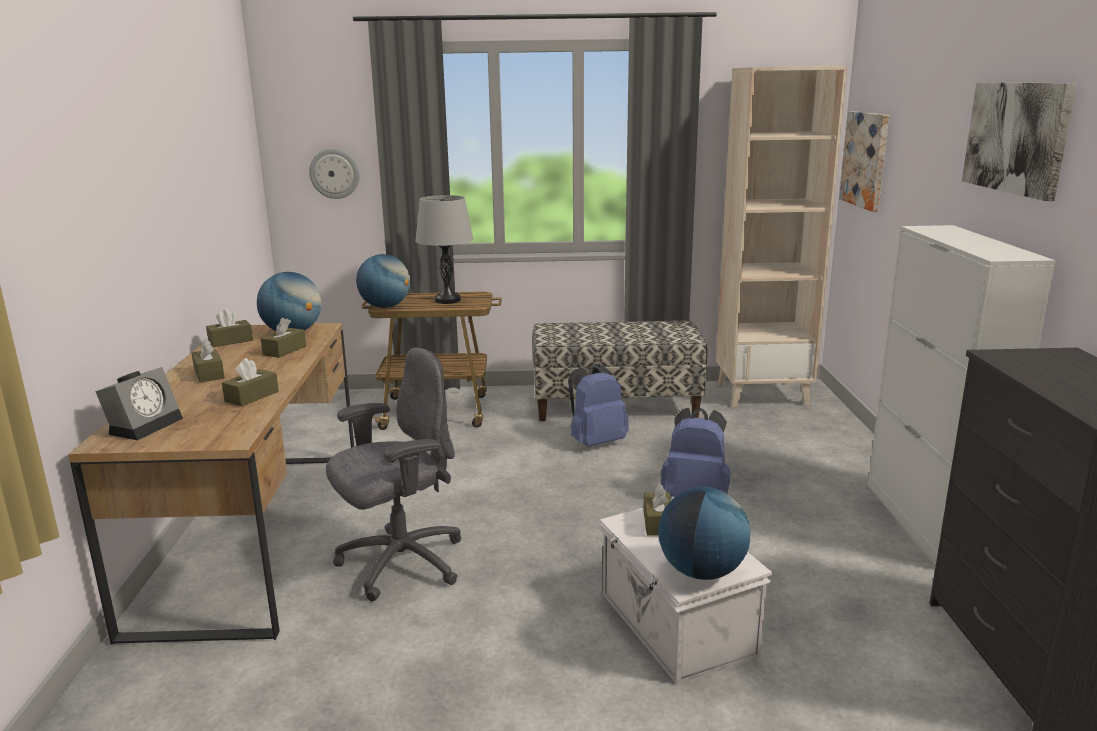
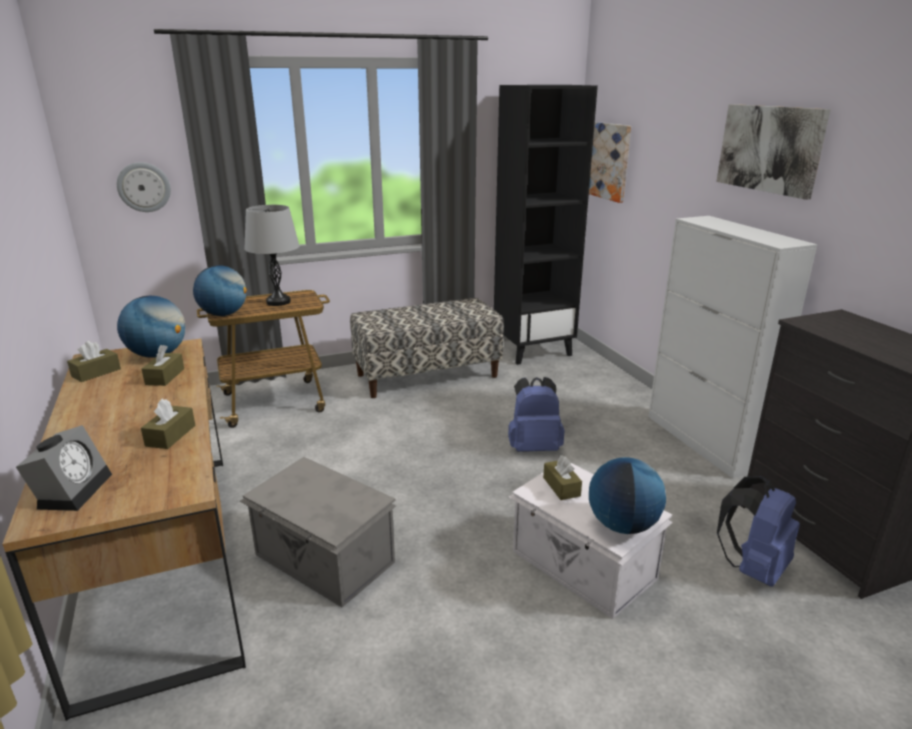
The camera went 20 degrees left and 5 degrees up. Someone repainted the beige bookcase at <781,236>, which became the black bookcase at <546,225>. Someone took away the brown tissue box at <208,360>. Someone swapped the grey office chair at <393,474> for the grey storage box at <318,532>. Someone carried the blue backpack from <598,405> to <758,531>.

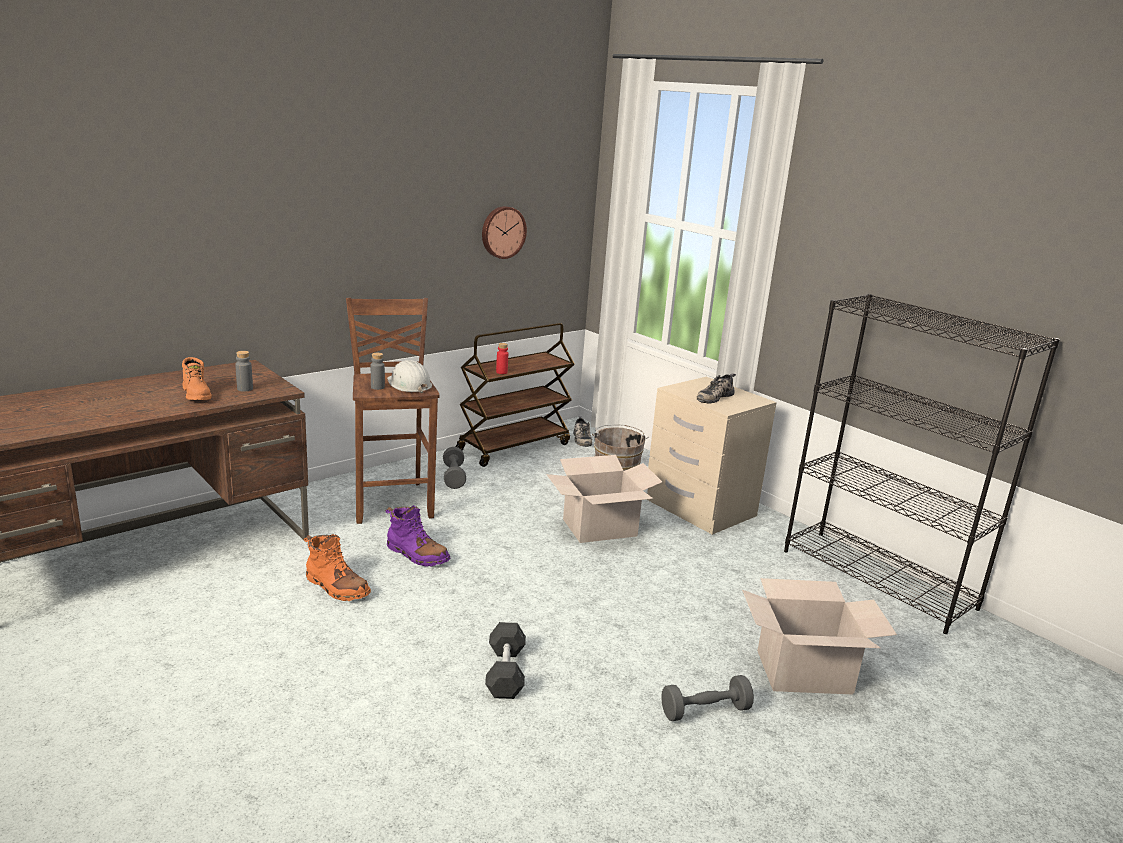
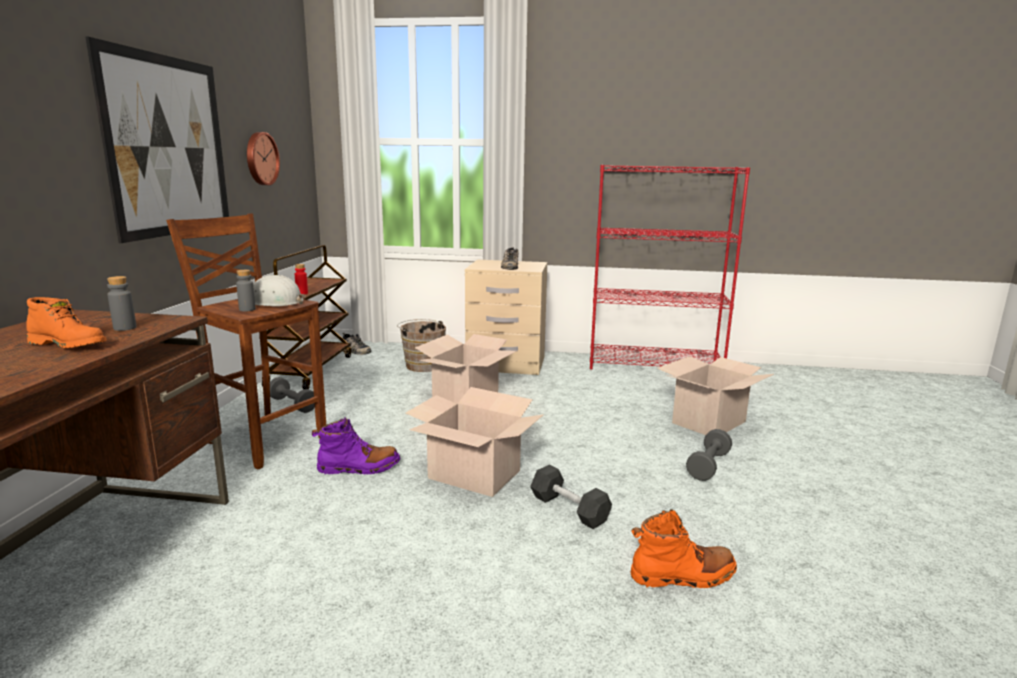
The camera went 40 degrees left and 5 degrees down. Someone repainted the black bookcase at <922,464>, which became the red bookcase at <670,267>. Someone carried the orange boot from <337,567> to <684,548>. Someone put up the picture at <157,140>. Someone put down the cardboard box at <475,442>.

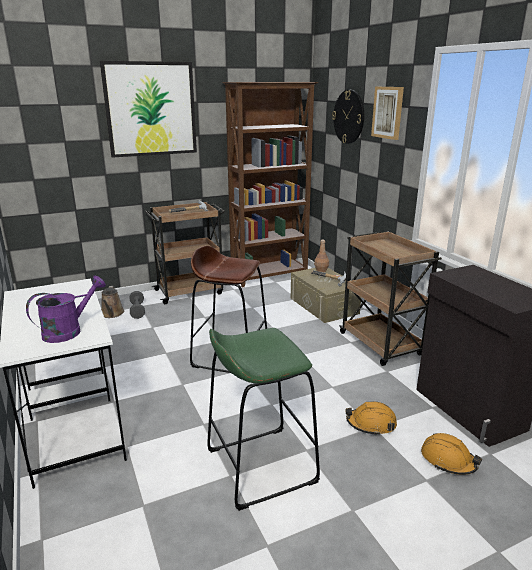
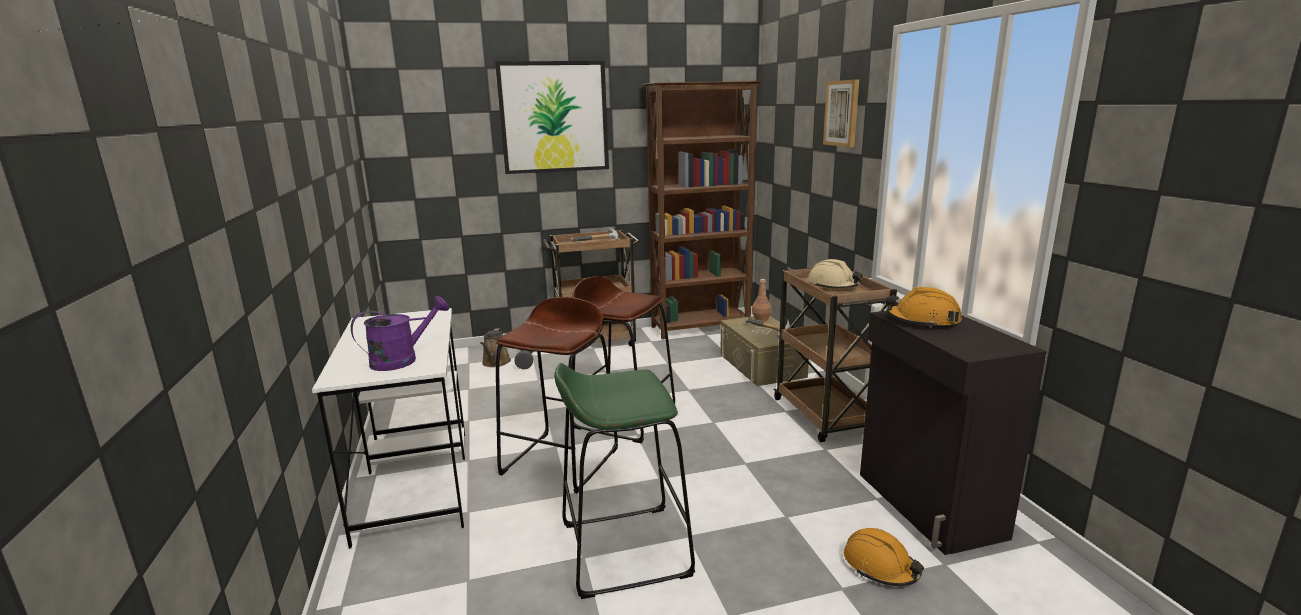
The camera went 10 degrees right and 5 degrees down. Someone took away the wall clock at <348,117>. Someone carried the orange hard hat from <371,418> to <923,307>. Someone put down the beige hard hat at <835,273>. Someone put down the brown stool at <557,395>.

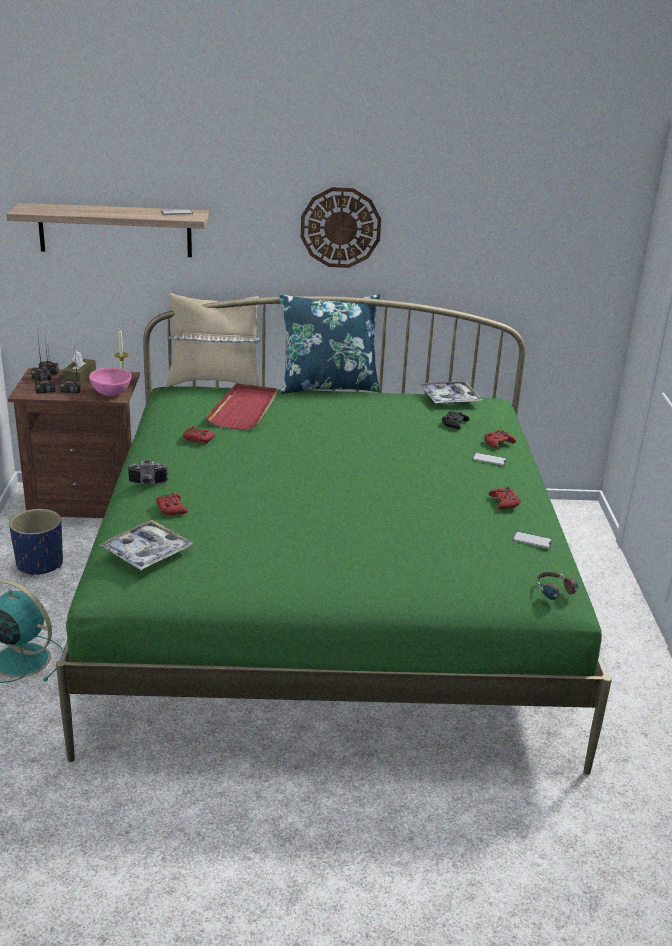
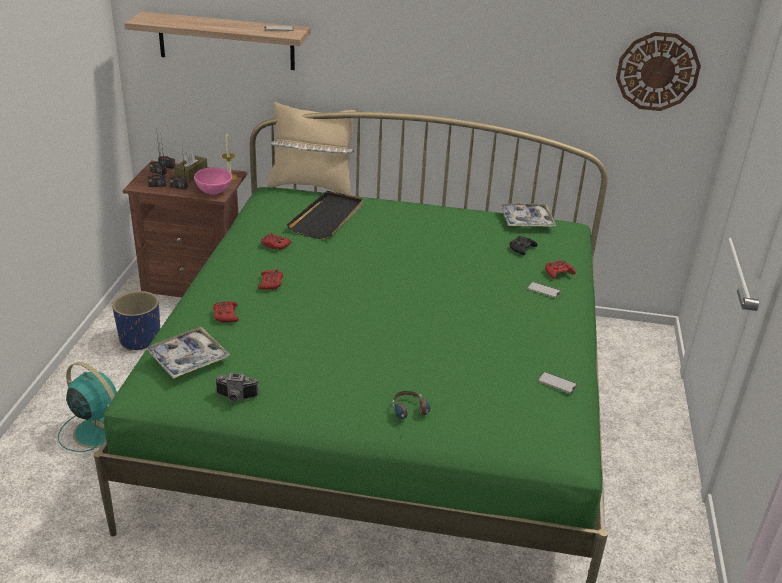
The camera went 10 degrees right and 5 degrees up. Someone carried the wall clock from <341,227> to <658,71>. Someone took away the blue pillow at <330,344>. Someone repainted the red tray at <241,406>, which became the black tray at <325,215>. Someone carried the photo camera from <148,473> to <237,387>. Someone carried the red game controller from <505,497> to <270,279>. Someone carried the headphones from <557,588> to <411,409>.

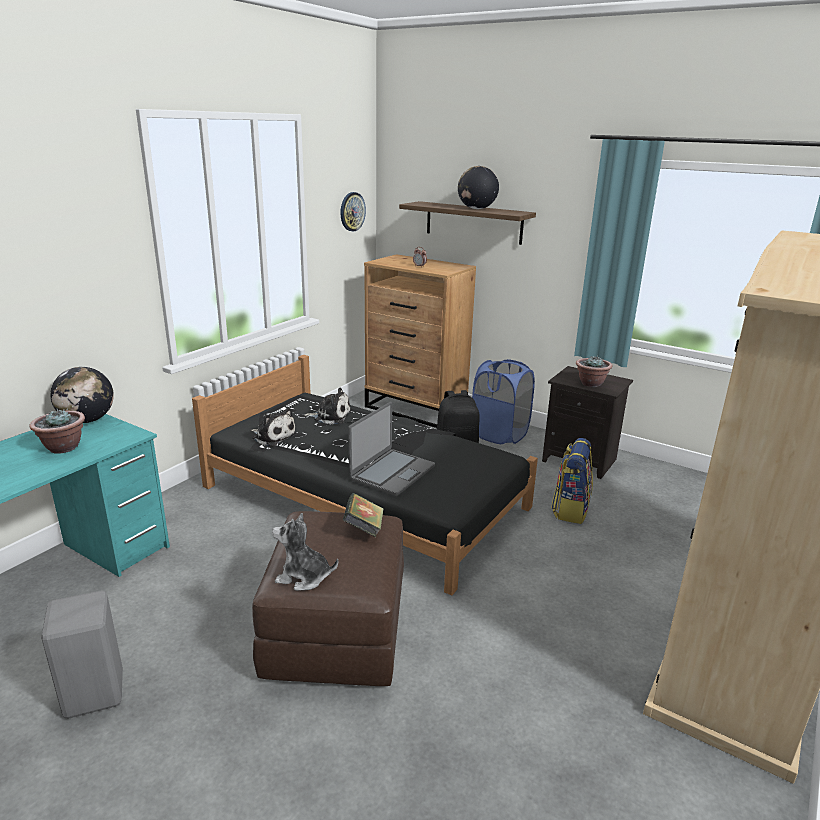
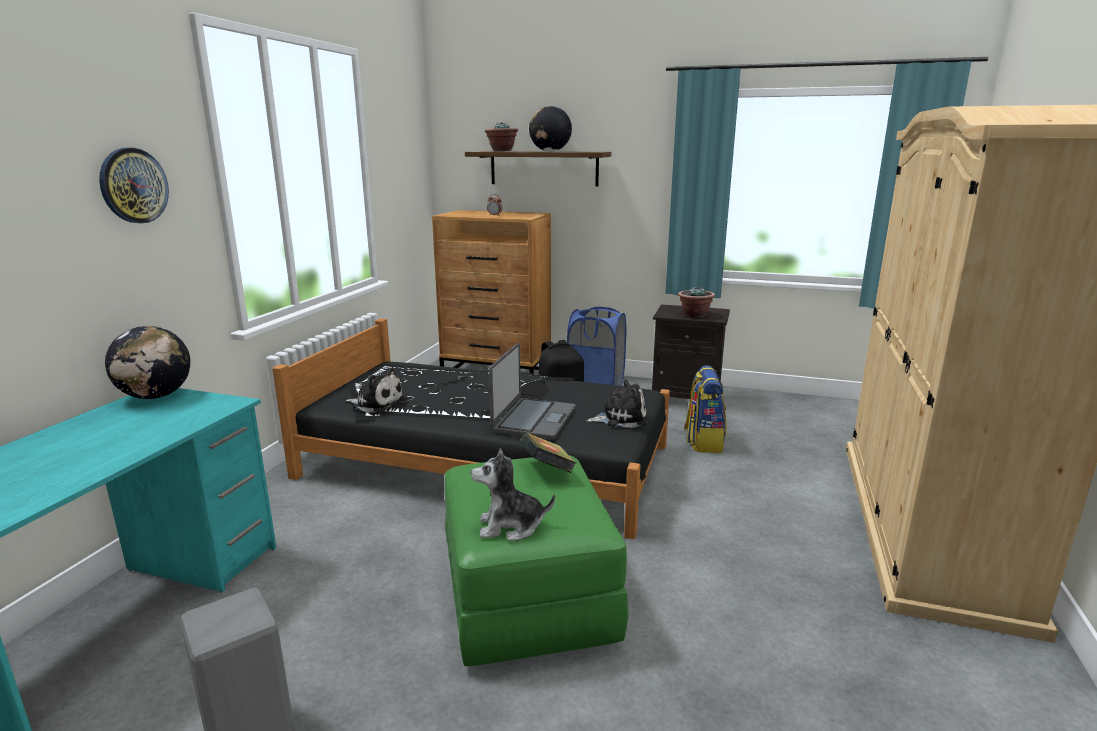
The camera went 15 degrees left and 5 degrees down. Someone carried the wall clock from <353,212> to <134,185>. Someone carried the plush toy from <327,406> to <616,403>. Someone carried the potted plant from <57,431> to <501,136>. Someone repainted the brown ottoman at <328,598>, which became the green ottoman at <536,560>.

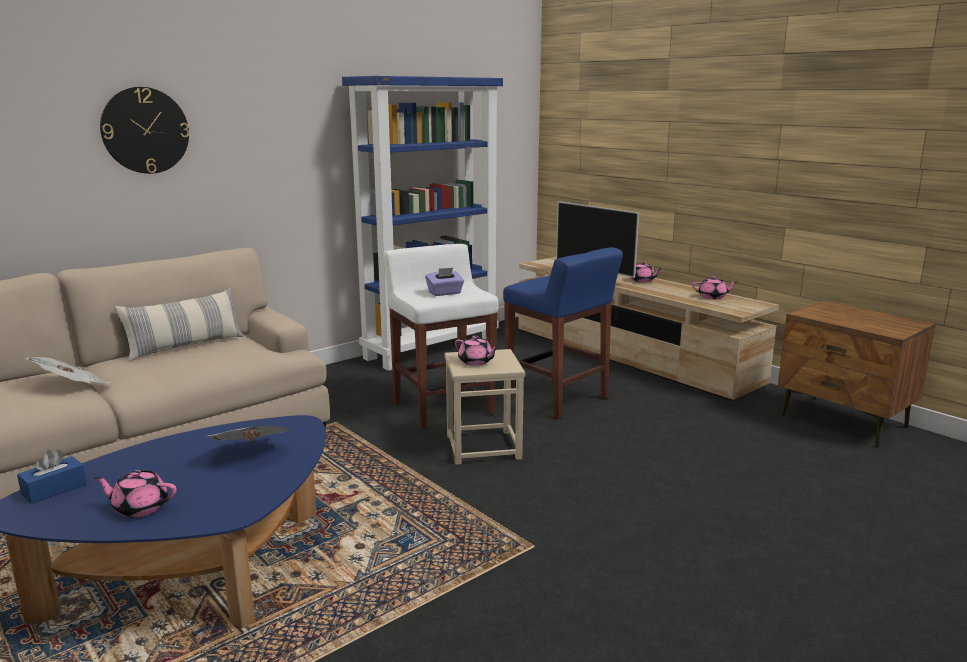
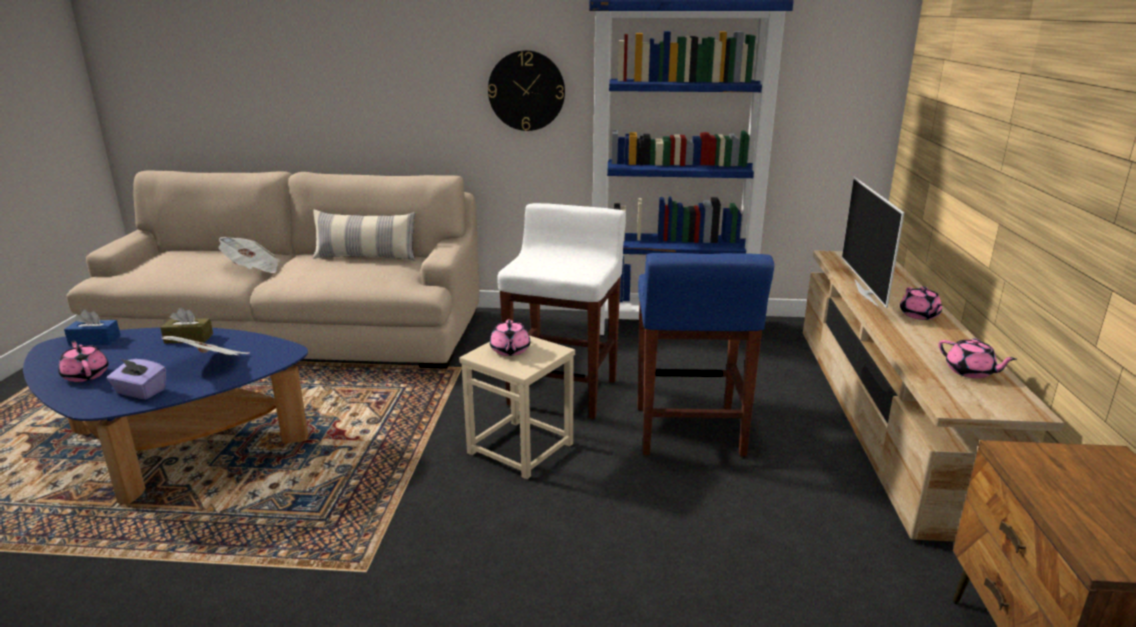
The camera went 45 degrees right and 5 degrees up. Someone carried the wall clock from <144,130> to <526,90>. Someone carried the purple tissue box from <444,282> to <136,379>. Someone put down the brown tissue box at <186,325>.

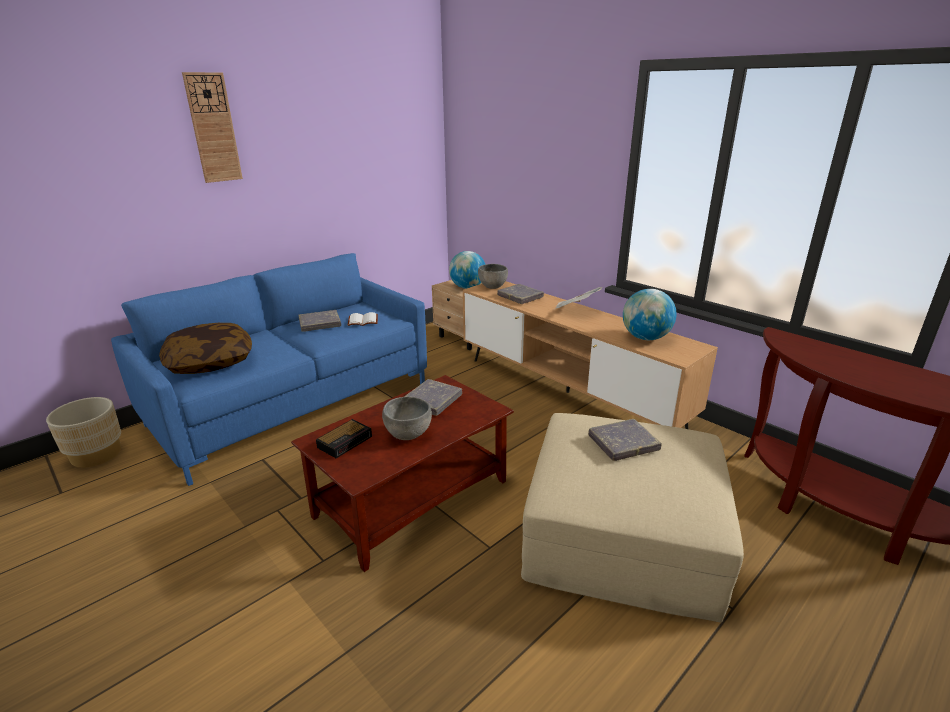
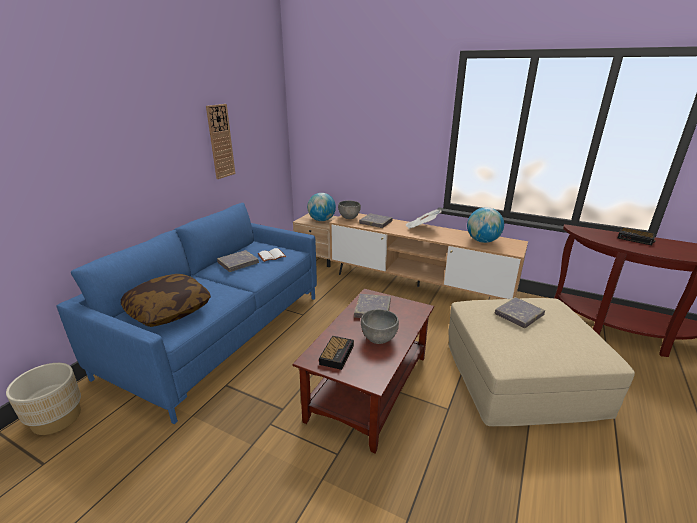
The camera went 20 degrees left and 0 degrees up. Someone carried the wall clock from <212,127> to <220,141>. Someone put down the alarm clock at <637,236>.

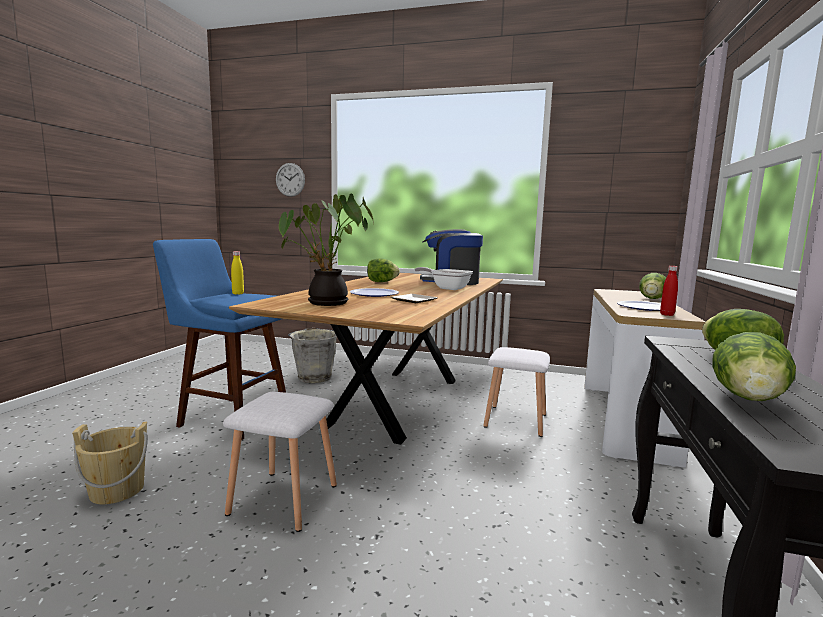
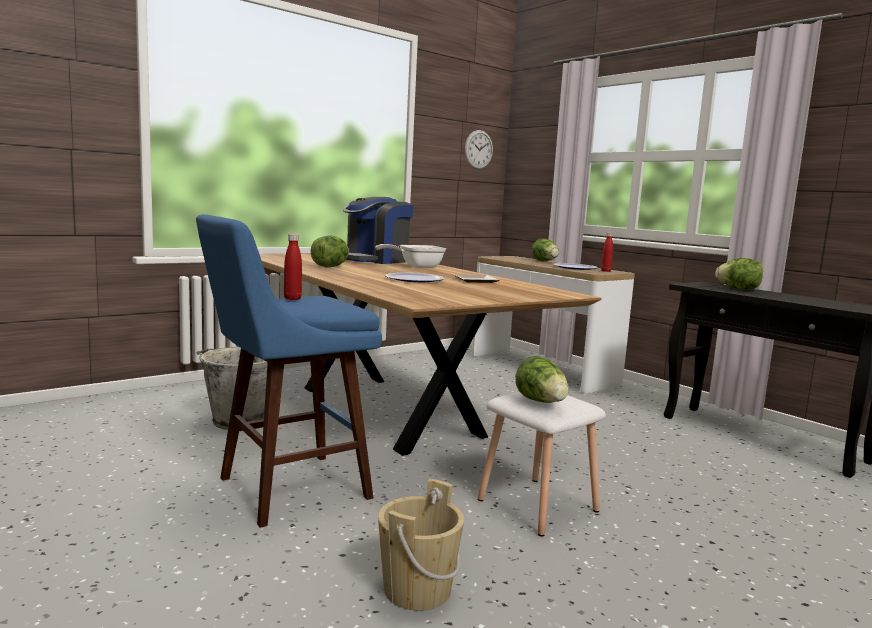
The camera went 55 degrees left and 0 degrees up. Someone carried the wall clock from <290,180> to <479,149>. Someone took away the potted plant at <326,249>. Someone repainted the yellow bottle at <237,272>, which became the red bottle at <293,267>. Someone carried the lettuce from <754,366> to <542,379>. Someone took away the white stool at <516,392>.

